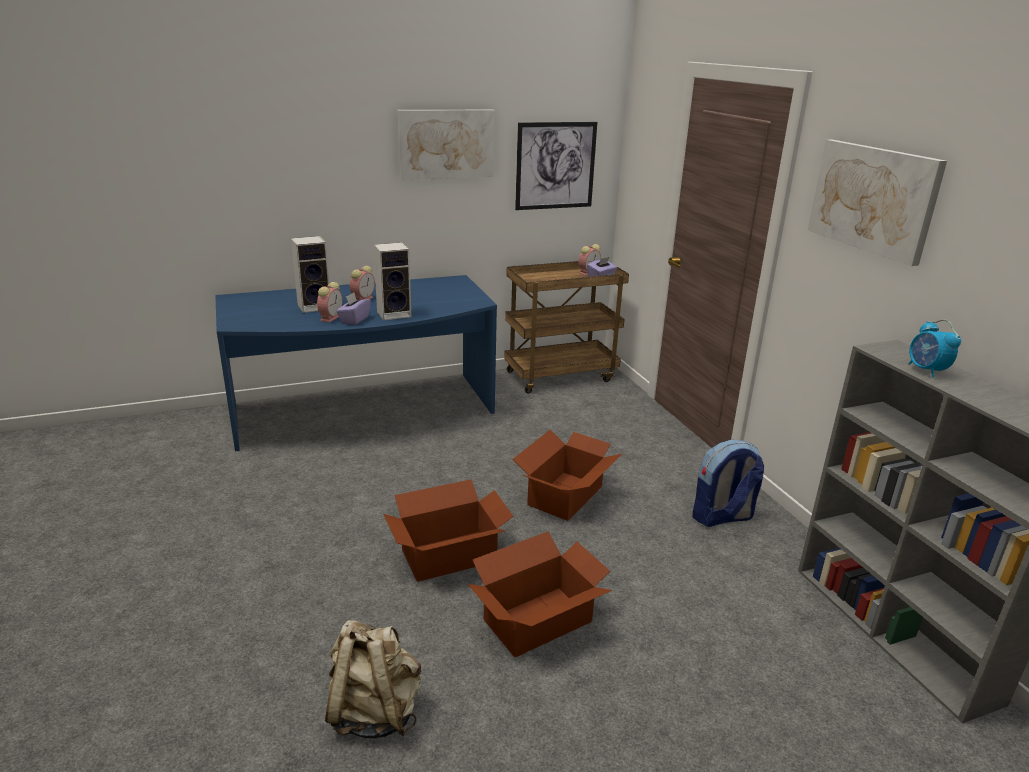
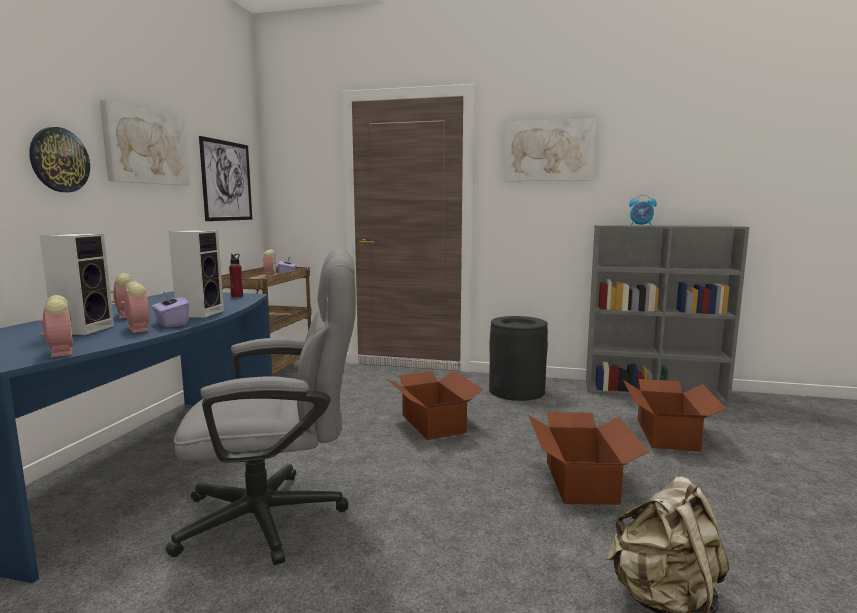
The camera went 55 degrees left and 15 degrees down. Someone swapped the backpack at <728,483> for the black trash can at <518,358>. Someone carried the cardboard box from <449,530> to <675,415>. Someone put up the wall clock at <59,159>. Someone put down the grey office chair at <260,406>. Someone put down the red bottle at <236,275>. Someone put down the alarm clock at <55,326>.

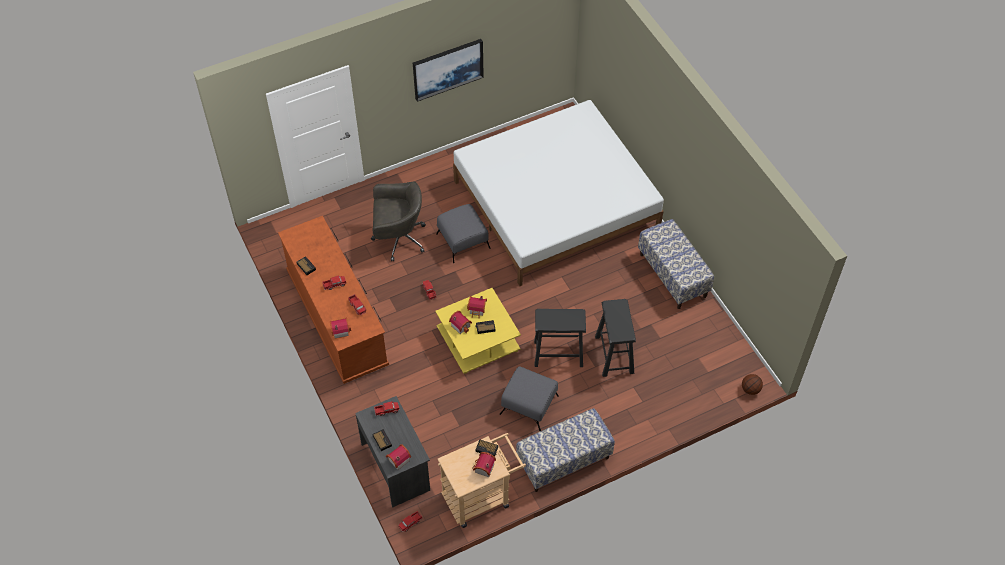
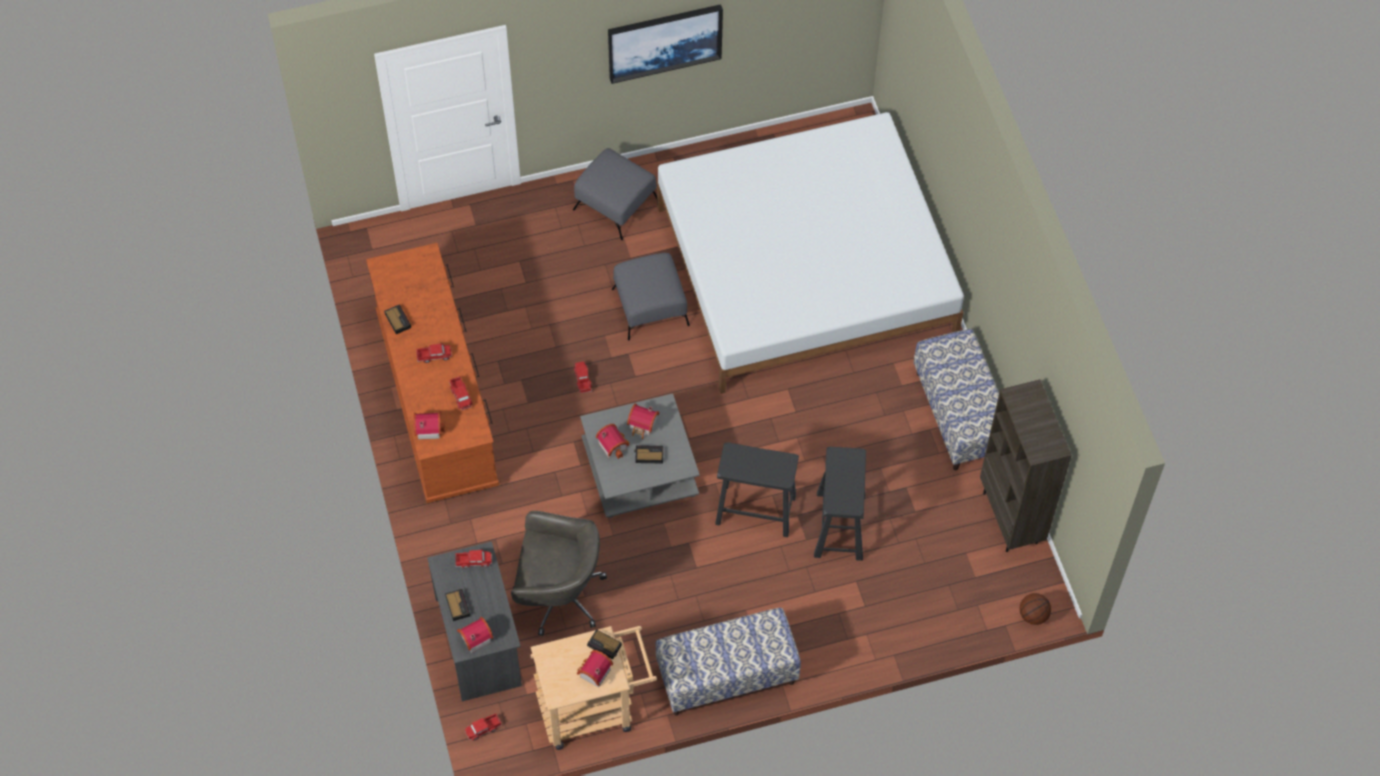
The camera went 10 degrees right and 5 degrees up. Someone carried the grey office chair from <398,221> to <559,573>. Someone repainted the yellow coffee table at <478,331>, which became the grey coffee table at <640,455>. Someone carried the grey ottoman from <529,398> to <615,194>. Someone put down the brown bookcase at <1026,465>.

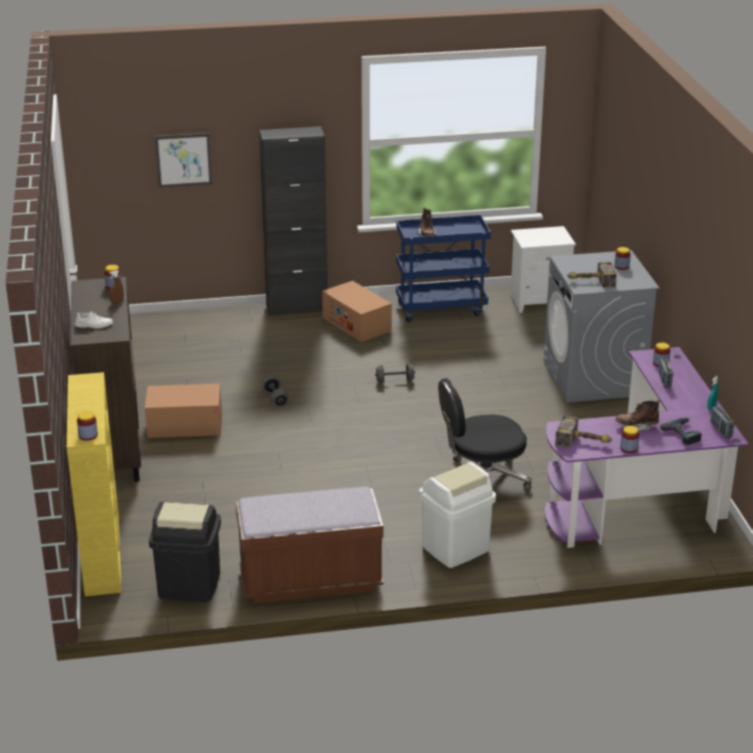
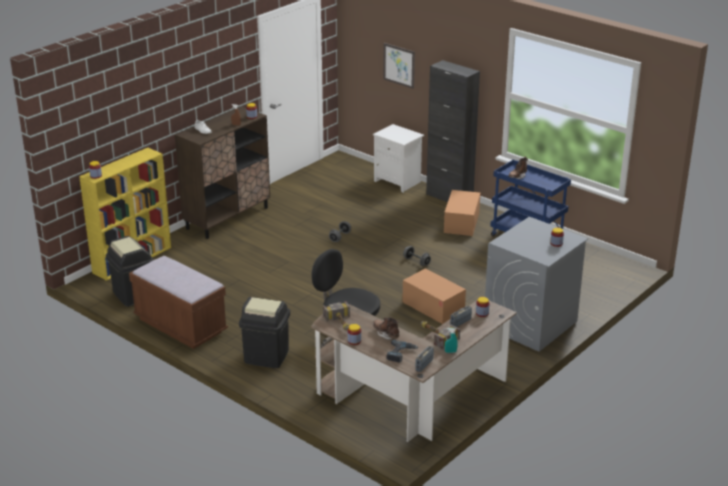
The camera went 50 degrees right and 0 degrees up. Someone carried the white nightstand from <543,269> to <398,158>. Someone carried the hammer from <592,274> to <440,335>. Someone repainted the purple desk at <646,447>, which became the brown desk at <414,371>. Someone carried the cardboard box from <183,411> to <434,296>. Someone repainted the white trash can at <457,515>, which became the black trash can at <264,332>.

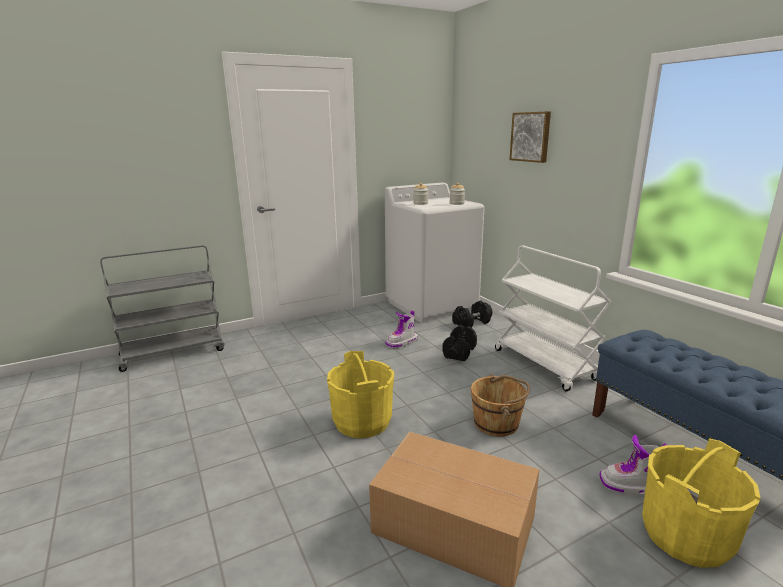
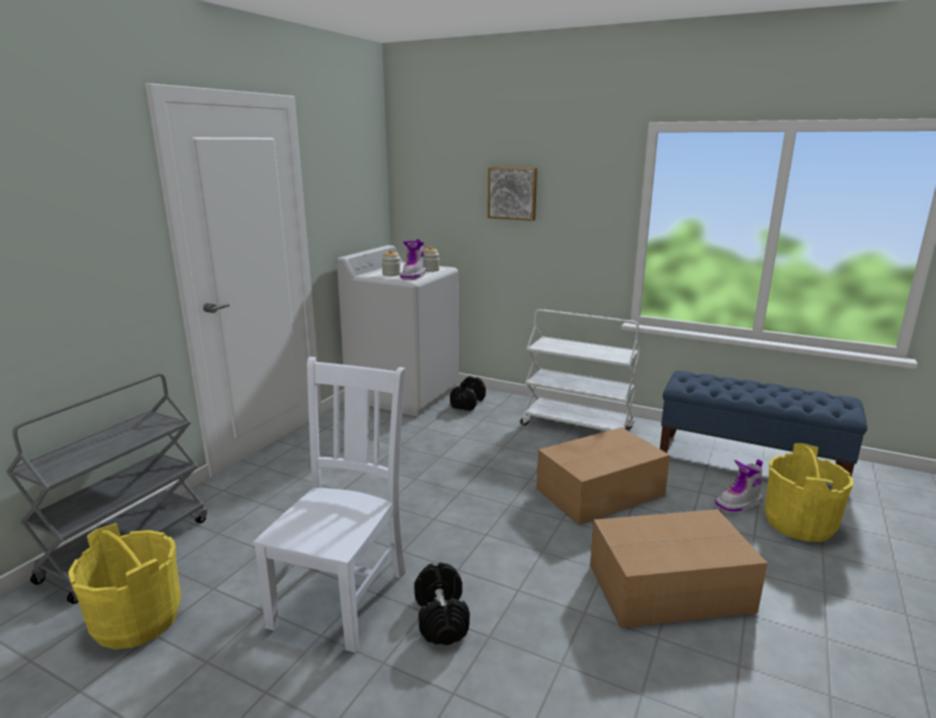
The camera went 35 degrees left and 0 degrees up. Someone carried the boot from <401,329> to <413,259>. Someone carried the black dumbbell from <459,343> to <442,604>. Someone carried the yellow bucket from <360,394> to <124,586>. Someone swapped the brown bucket at <500,405> for the cardboard box at <603,476>. Someone put down the white chair at <330,505>.

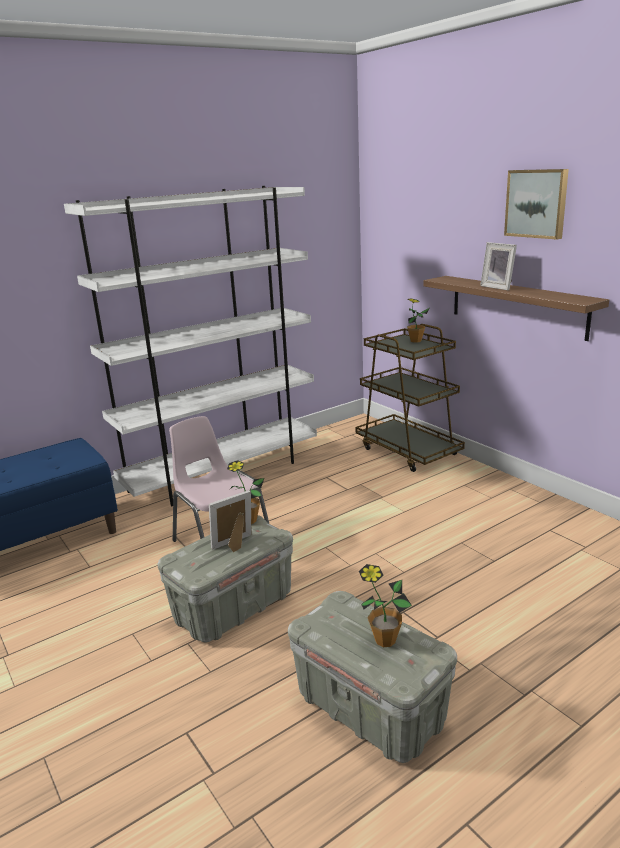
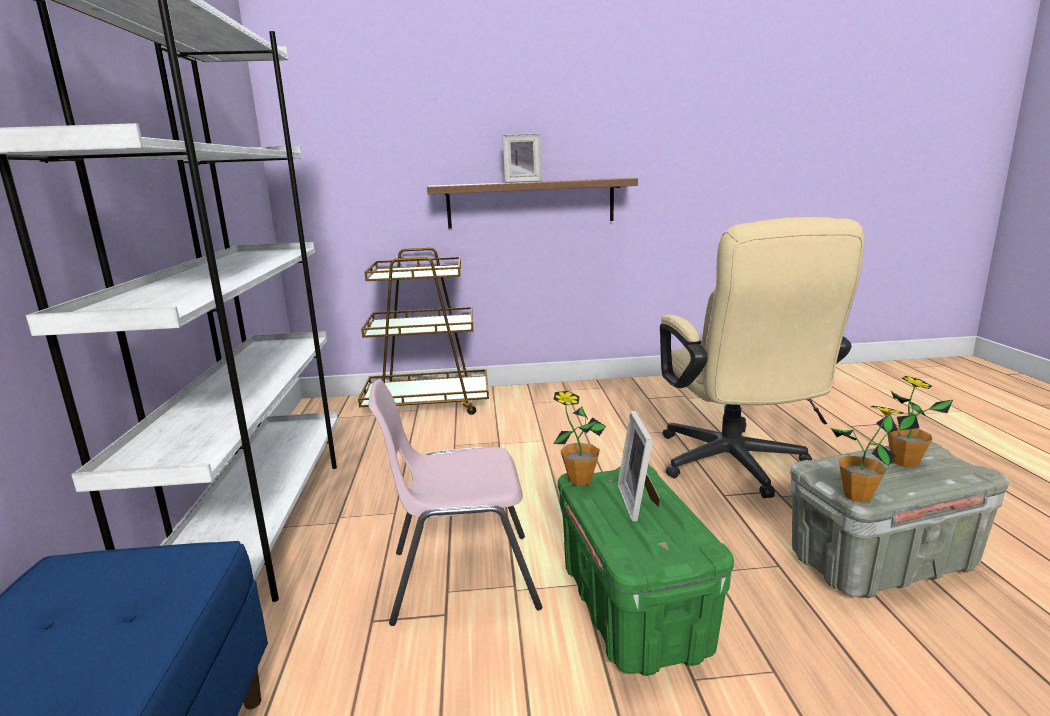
The camera went 60 degrees left and 5 degrees down. Someone took away the picture at <536,204>. Someone carried the potted plant from <418,320> to <867,454>. Someone repainted the grey storage box at <225,579>, which became the green storage box at <646,570>. Someone put down the beige office chair at <762,357>.

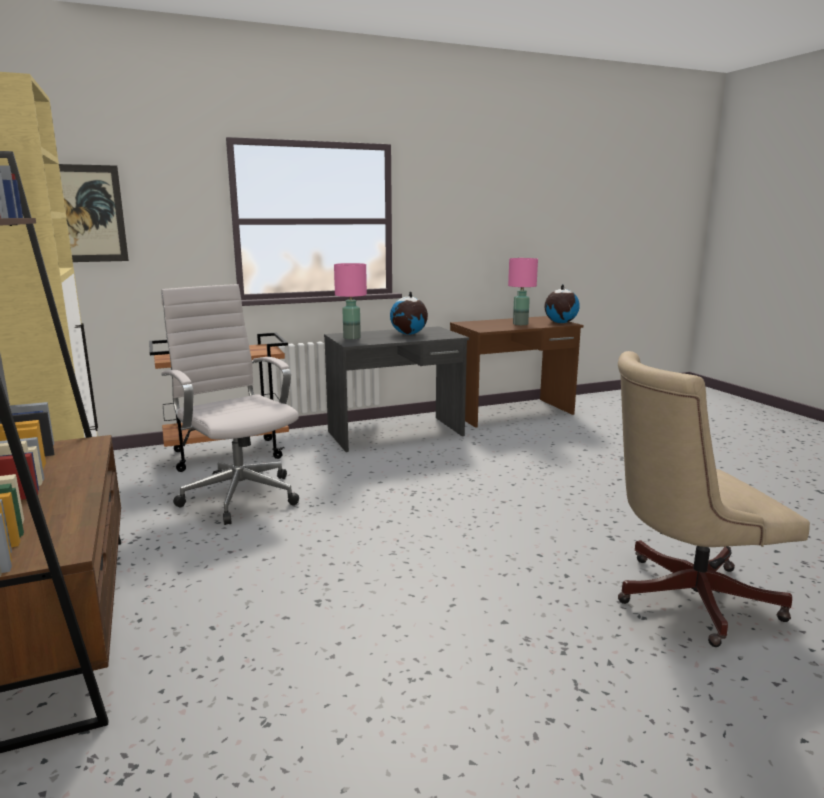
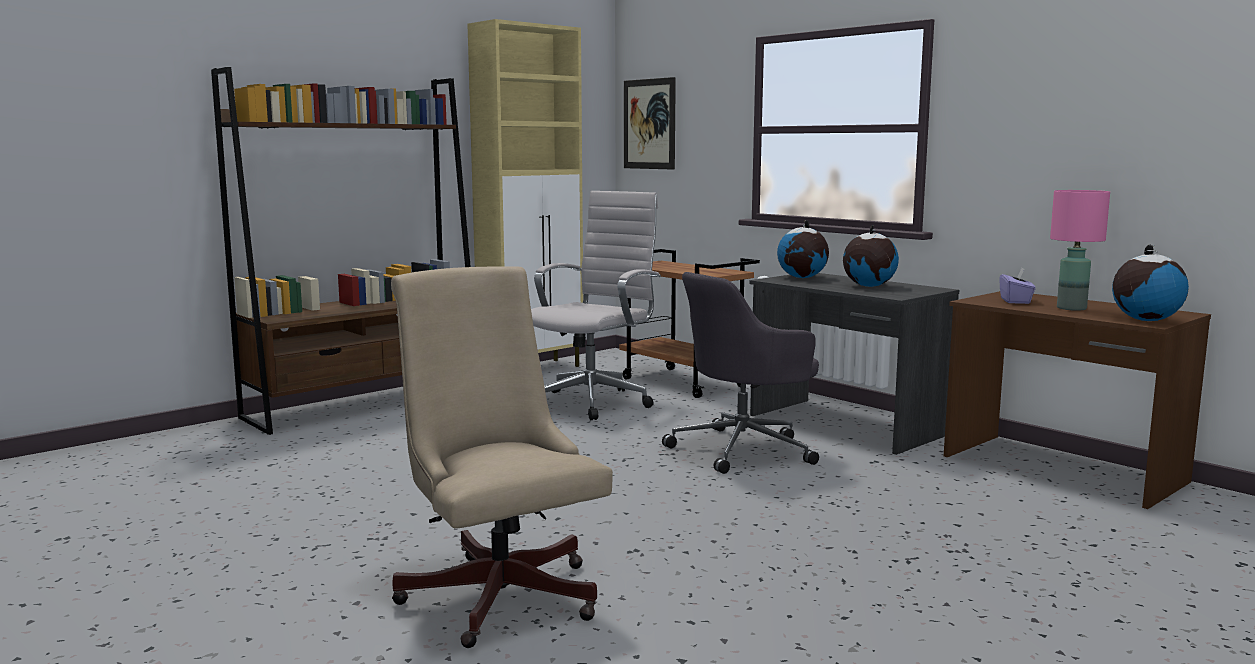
The camera went 70 degrees right and 5 degrees down. Someone swapped the pink table lamp at <350,301> for the globe at <803,249>. Someone put down the purple tissue box at <1017,286>. Someone put down the grey office chair at <740,373>.

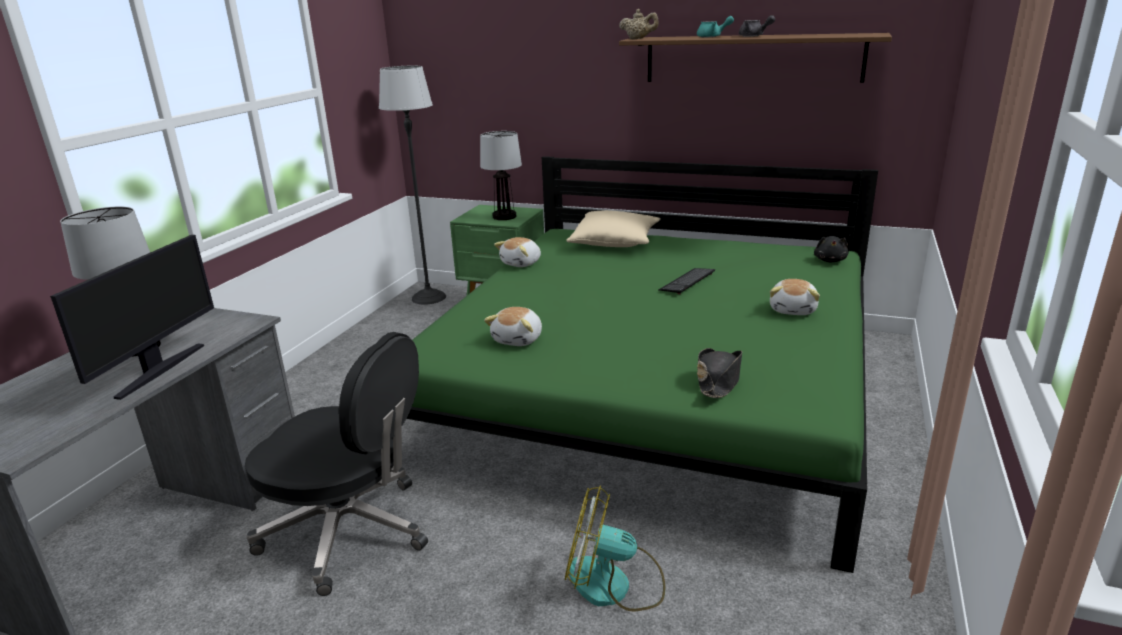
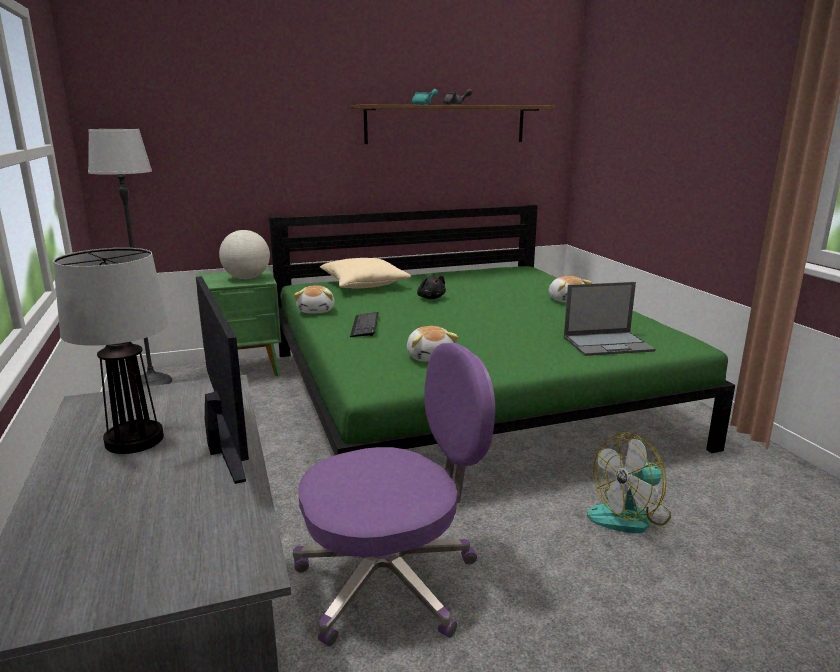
The camera went 40 degrees left and 5 degrees down. Someone took away the beige teapot at <639,24>. Someone swapped the table lamp at <501,175> for the globe at <244,254>. Someone carried the black plush toy from <831,249> to <431,287>. Someone carried the keyboard from <687,281> to <364,324>. Someone repainted the black office chair at <336,464>, which became the purple office chair at <394,495>. Someone swapped the black hat at <719,373> for the laptop at <610,319>.

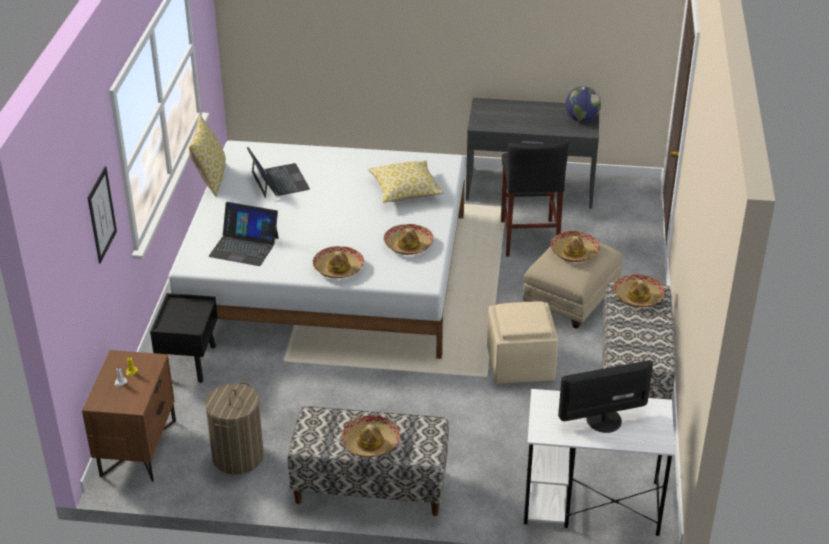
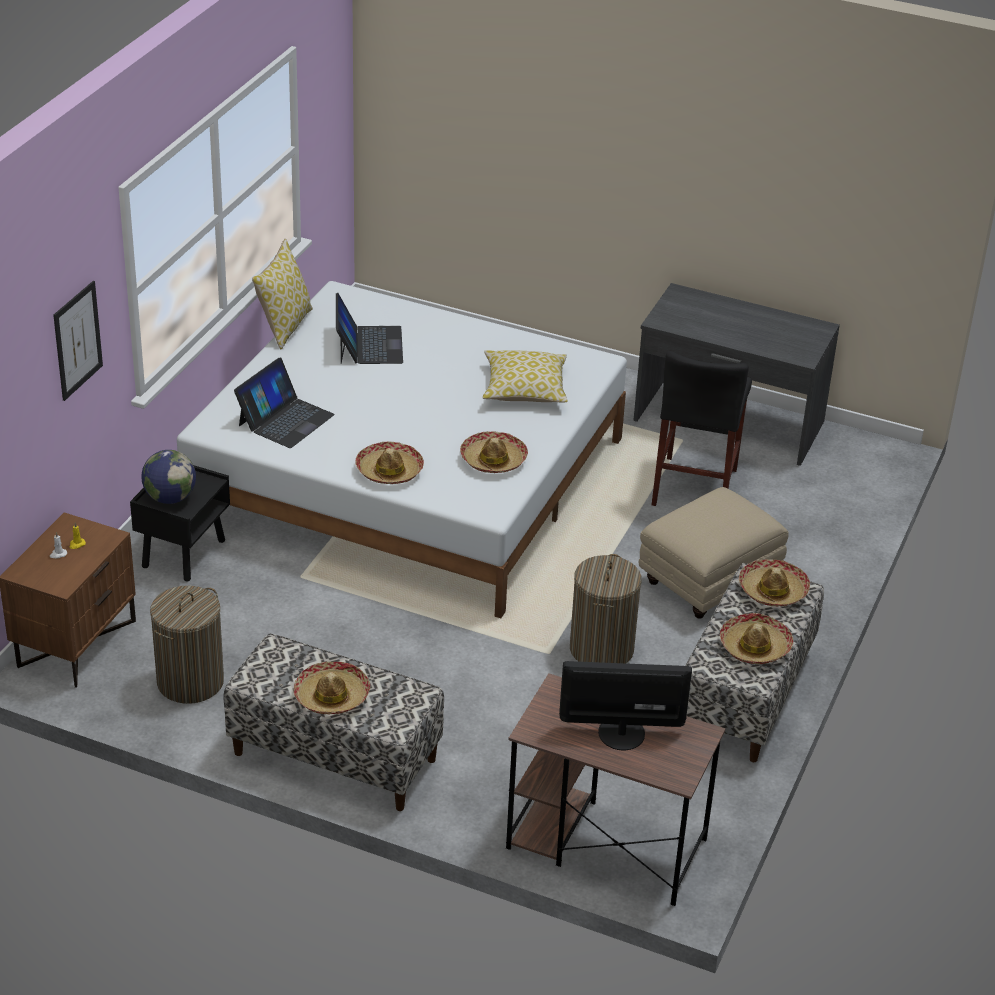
The camera went 15 degrees right and 0 degrees up. Someone carried the globe from <583,104> to <169,477>. Someone rotated the laptop at <243,234> by 90 degrees counterclockwise. Someone carried the hat from <575,246> to <756,638>. Someone swapped the beige ottoman at <522,342> for the laundry basket at <606,608>. Someone repainted the white desk at <599,462>, which became the brown desk at <615,789>.

